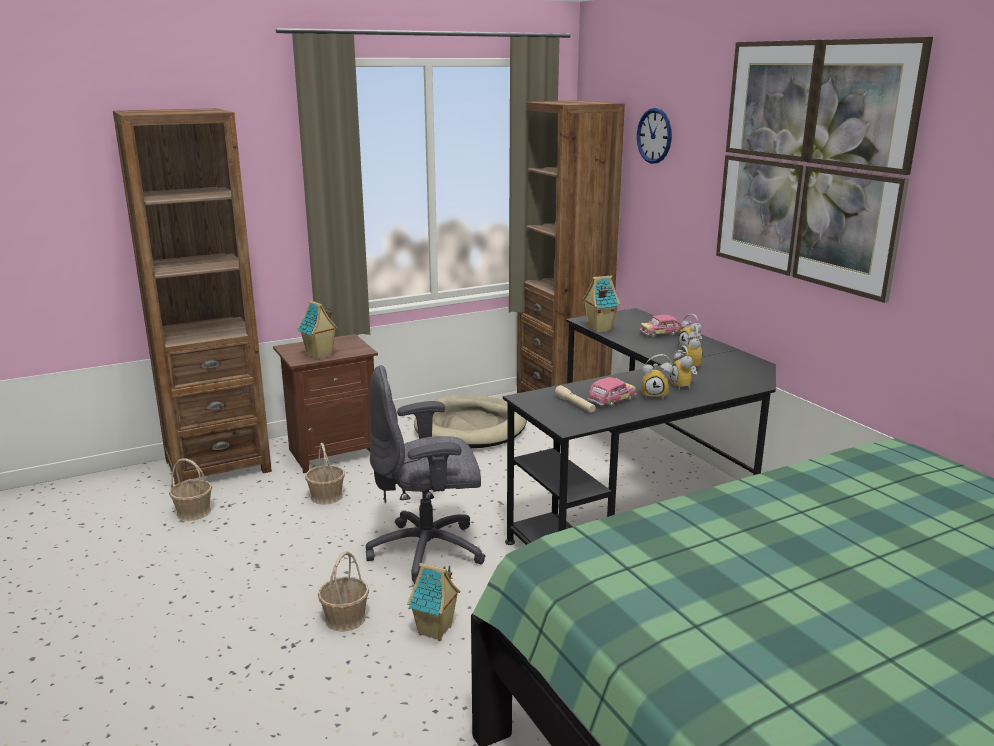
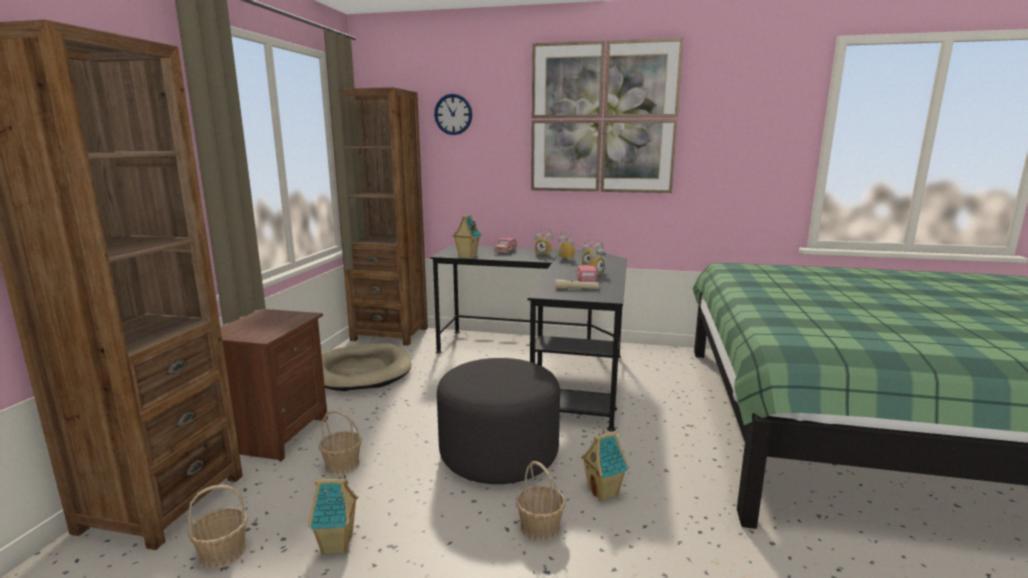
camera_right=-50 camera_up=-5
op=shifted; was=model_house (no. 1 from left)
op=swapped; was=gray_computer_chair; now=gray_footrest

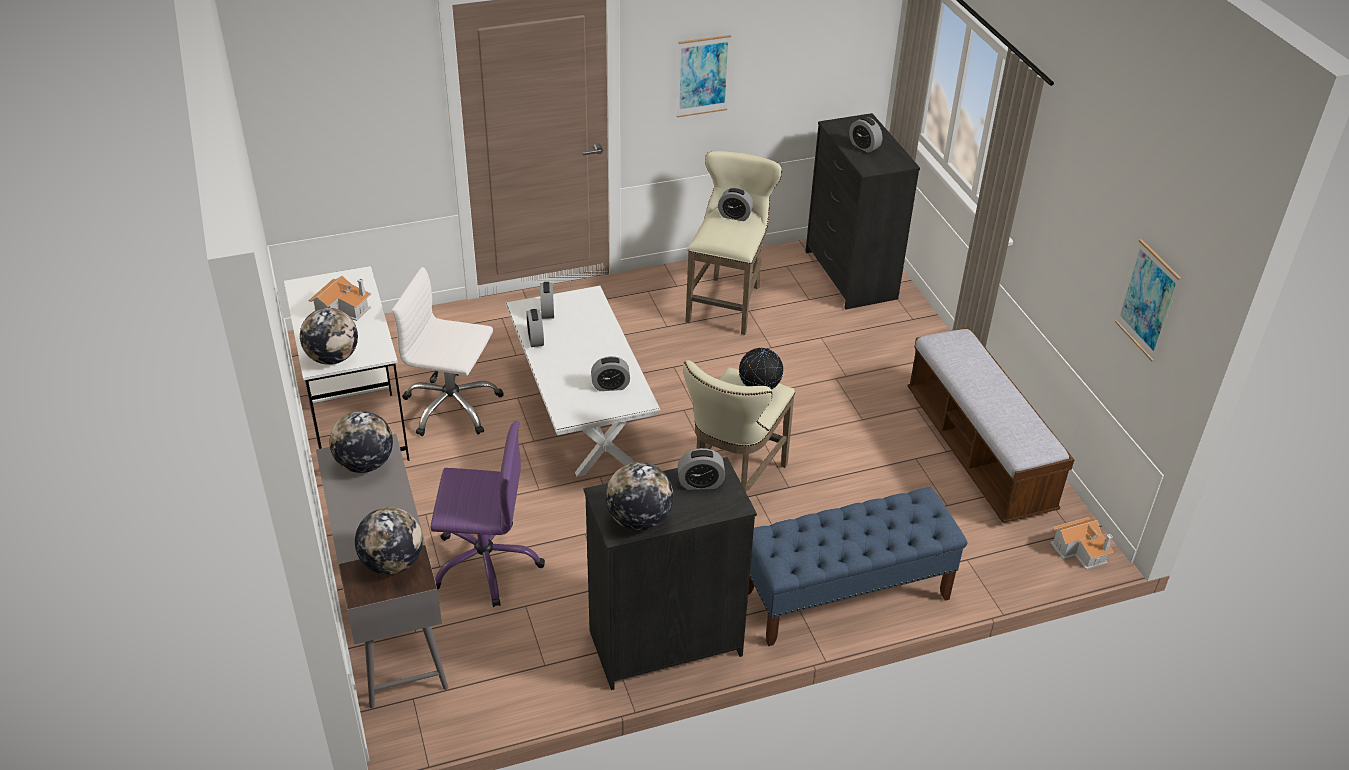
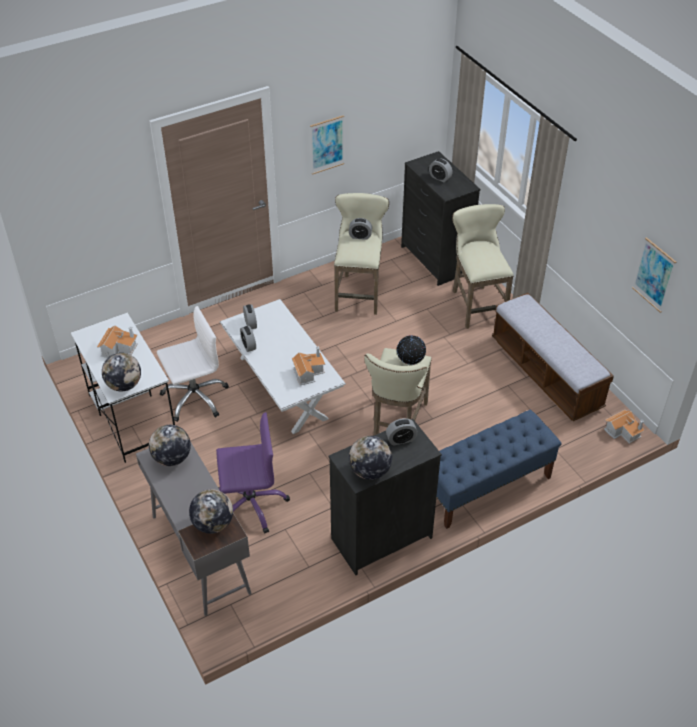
camera_right=-10 camera_up=5
op=new; now=beige_sitting_stool (no. 3 from left)
op=swapped; was=alarm_clock (no. 3 from left); now=model_house (no. 2 from left)
op=rotated; was=whitish_computer_chair; clockwise=150

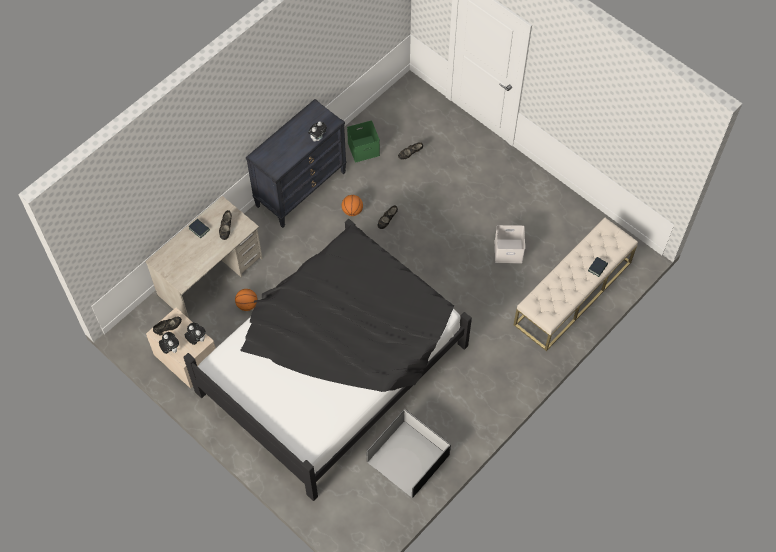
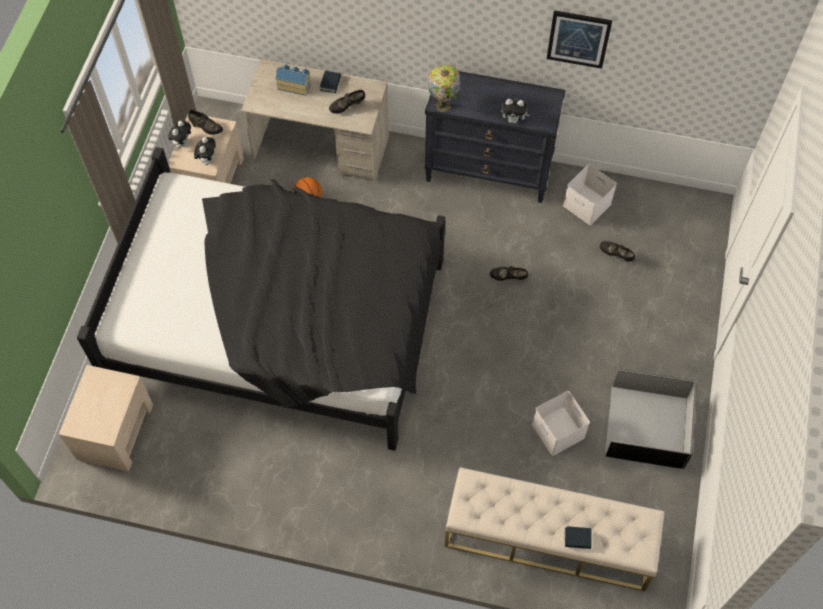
camera_right=60 camera_up=0
op=gone; was=ball_for_basketball (no. 2 from left)
op=new; now=beige_nightstand (no. 1 from left)
op=new; now=model_house
op=new; now=lamp_for_a_table
op=new; now=wall_art
op=shifted; was=blackish_storage_box
op=repainted; was=green_storage_box; now=whitish_storage_box (no. 2 from left)

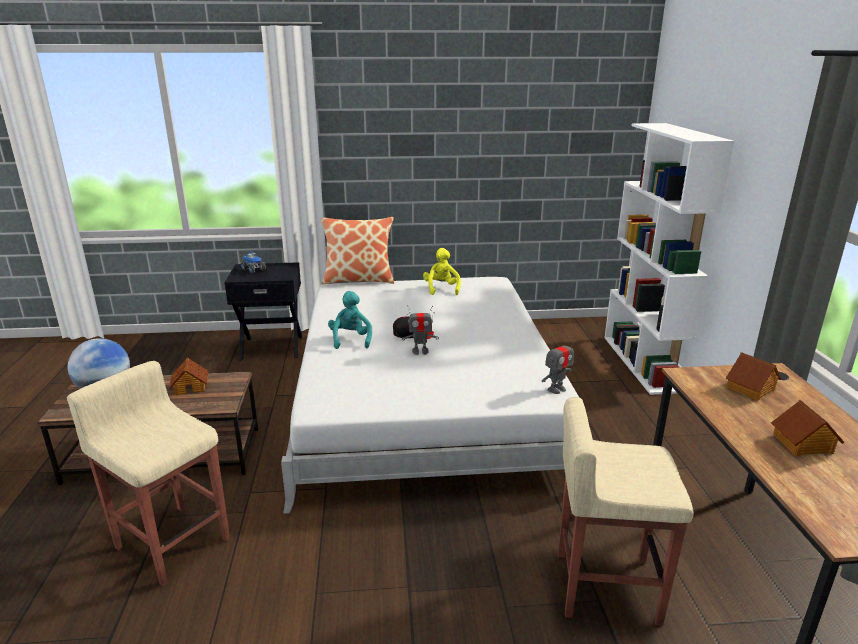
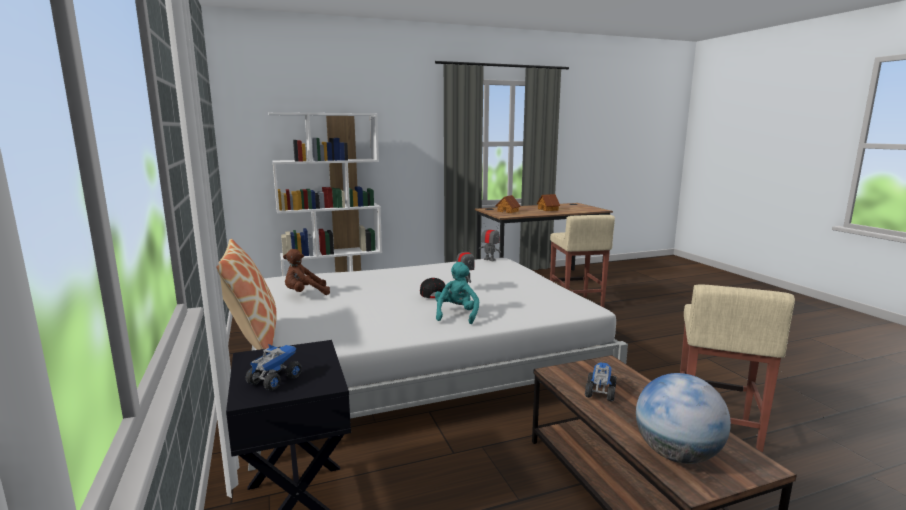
camera_right=-105 camera_up=-10
op=swapped; was=model_house (no. 1 from left); now=toy_lorry (no. 2 from left)
op=repainted; was=yellowish_cuddly_toy; now=brown-coloured_cuddly_toy
op=rotated; was=blue-green_cuddly_toy; clockwise=120

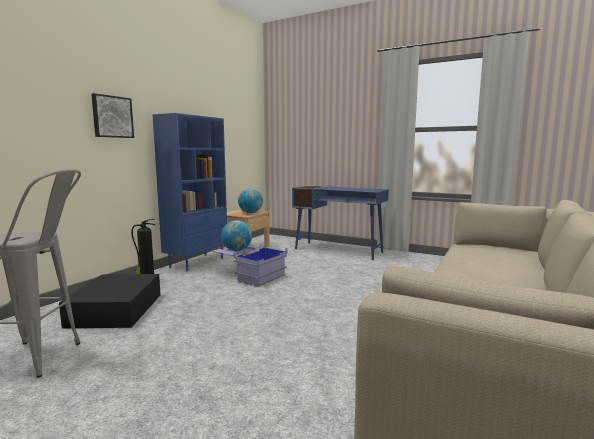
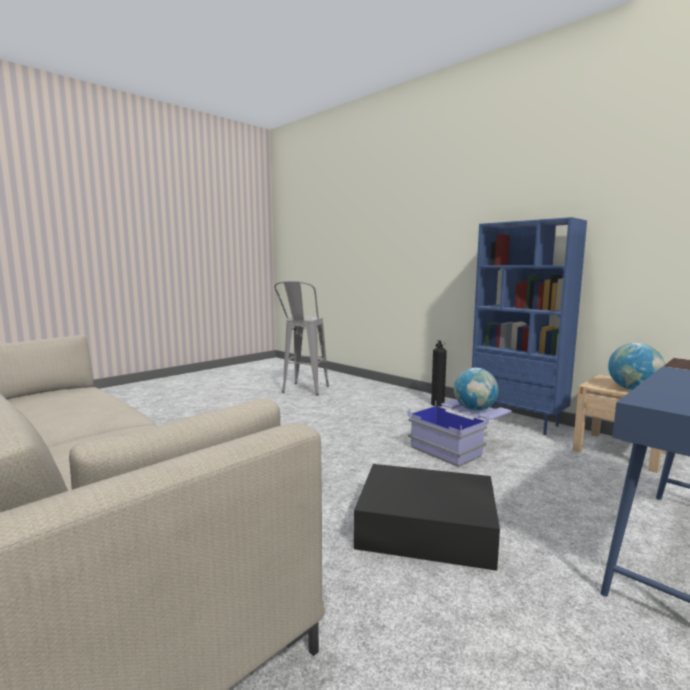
camera_right=105 camera_up=0
op=gone; was=wall_art
op=shifted; was=blackish_storage_box

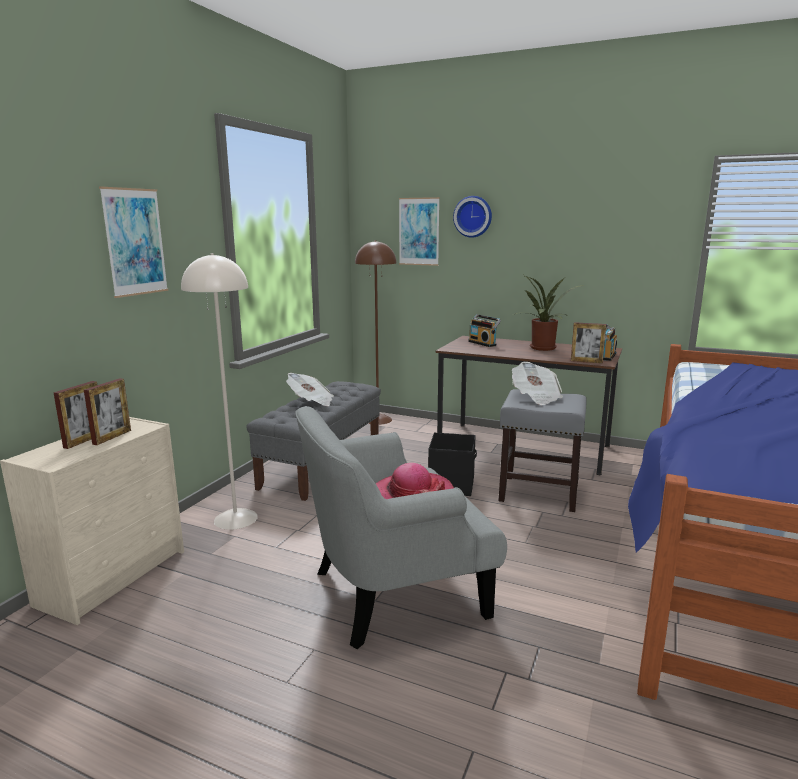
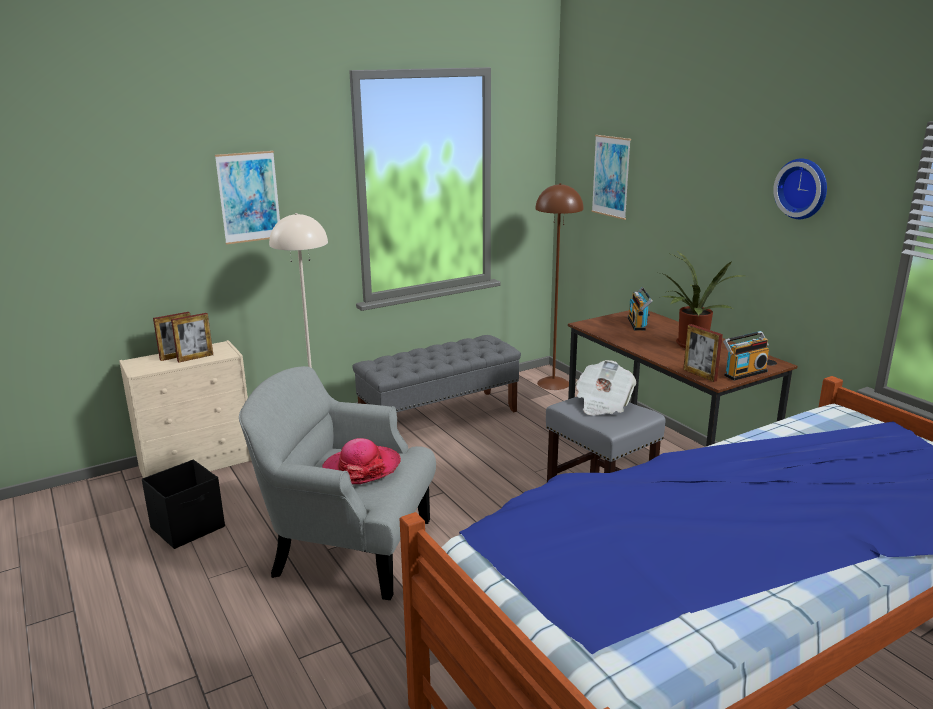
camera_right=35 camera_up=5
op=gone; was=daily_paper (no. 1 from left)
op=shifted; was=blackish_storage_box
op=shifted; was=hanging_clock

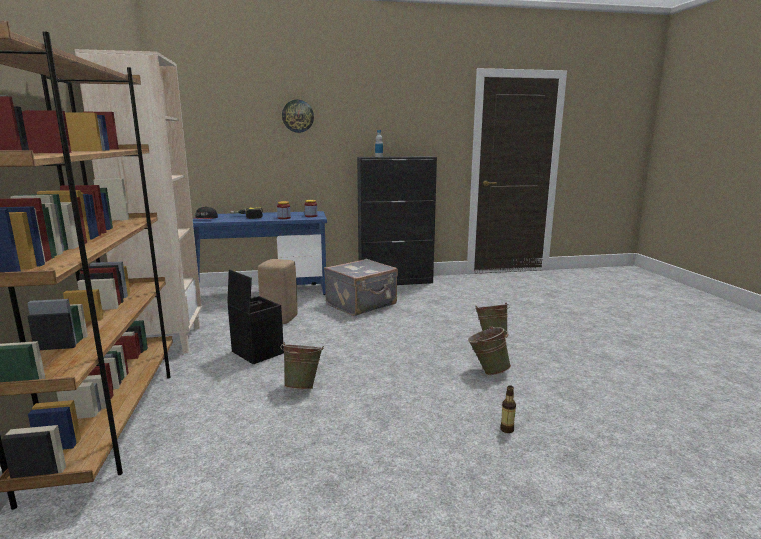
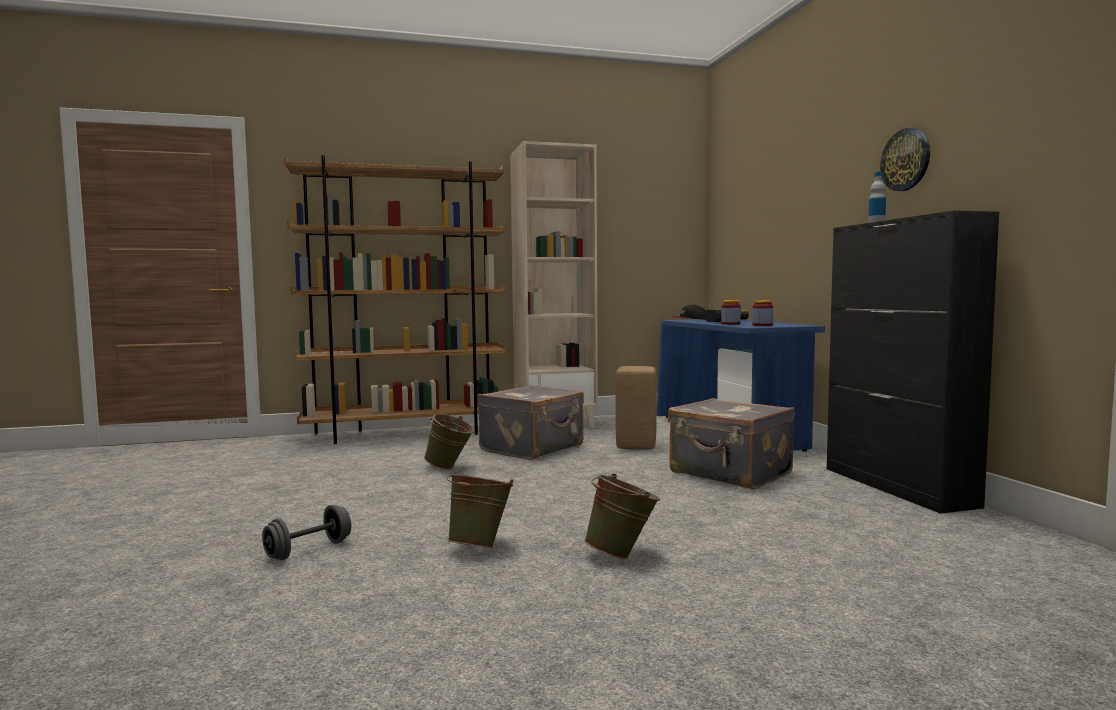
camera_right=85 camera_up=-10
op=shifted; was=hanging_clock
op=swapped; was=blackish_storage_box; now=gray_piece_of_luggage (no. 1 from left)
op=swapped; was=bottle (no. 2 from left); now=gray_hand_weight

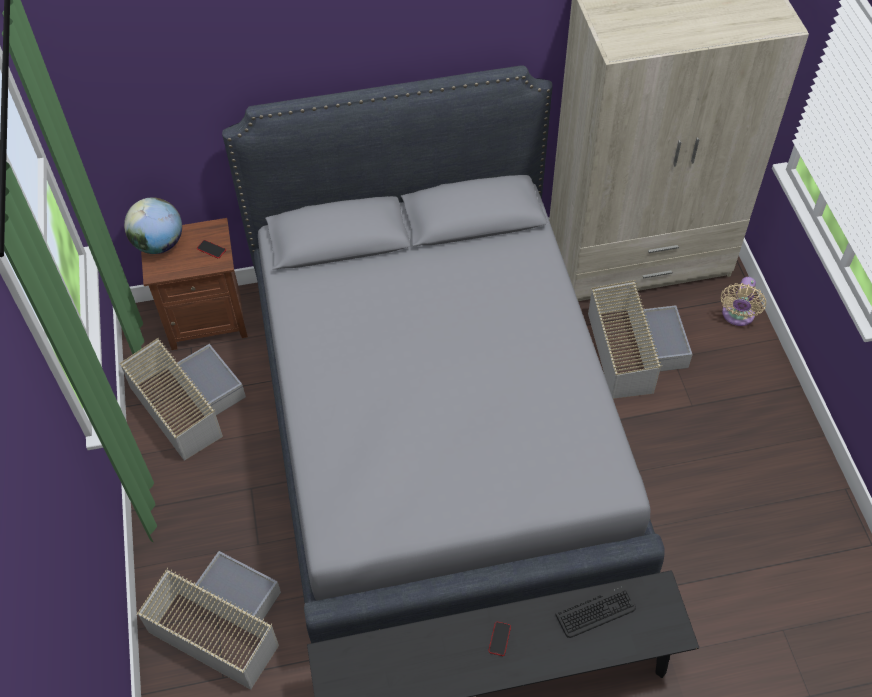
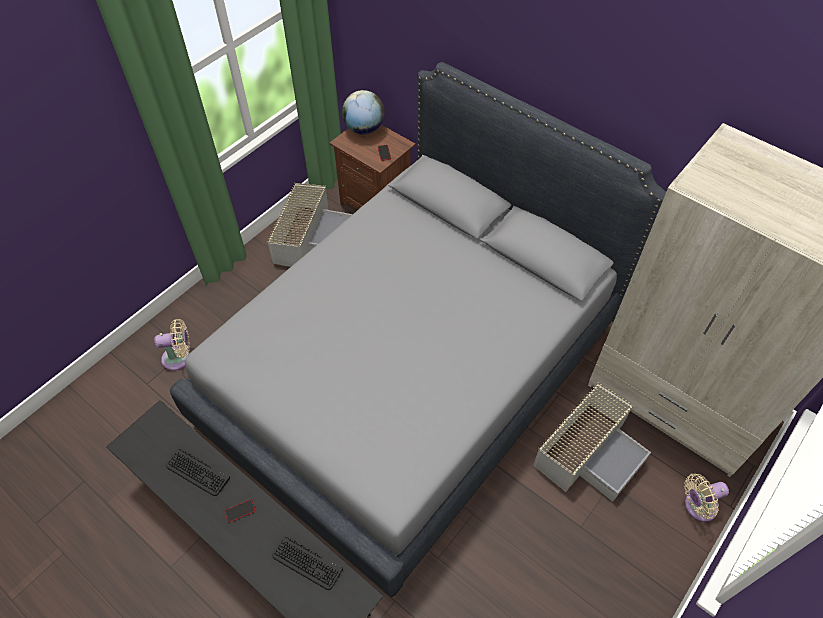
camera_right=50 camera_up=0
op=new; now=PC_keyboard (no. 1 from left)
op=swapped; was=gray_storage_box (no. 2 from left); now=beige_cooling_fan (no. 1 from left)

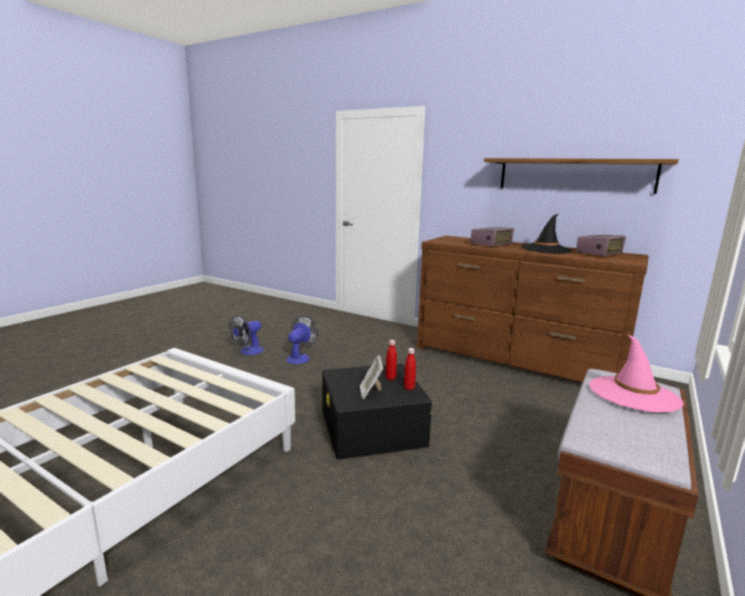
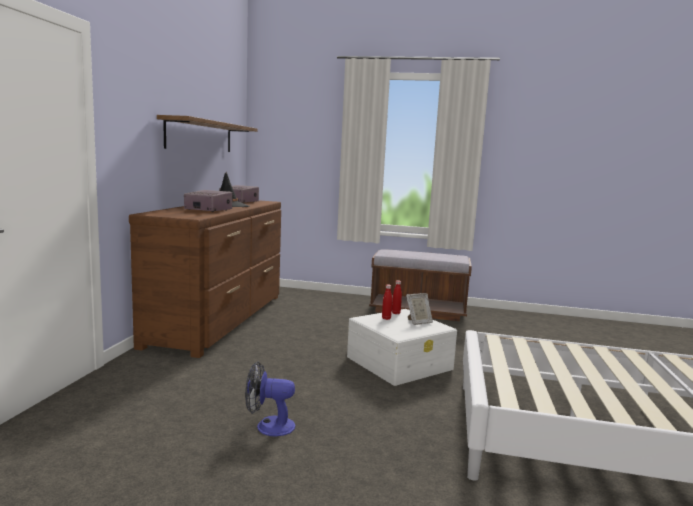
camera_right=-110 camera_up=-5
op=gone; was=cooling_fan (no. 1 from left)
op=gone; was=pinkish_clothing_hat
op=repainted; was=blackish_storage_box; now=whitish_storage_box

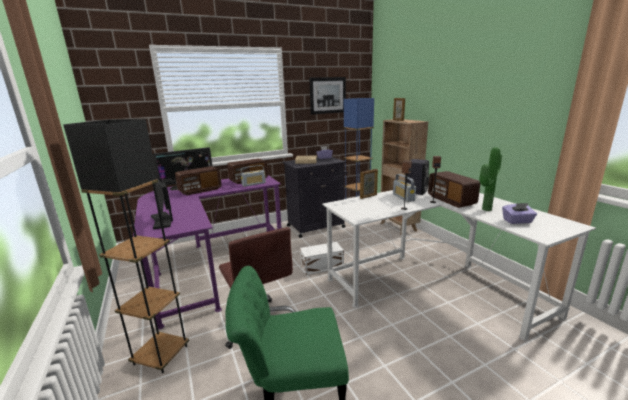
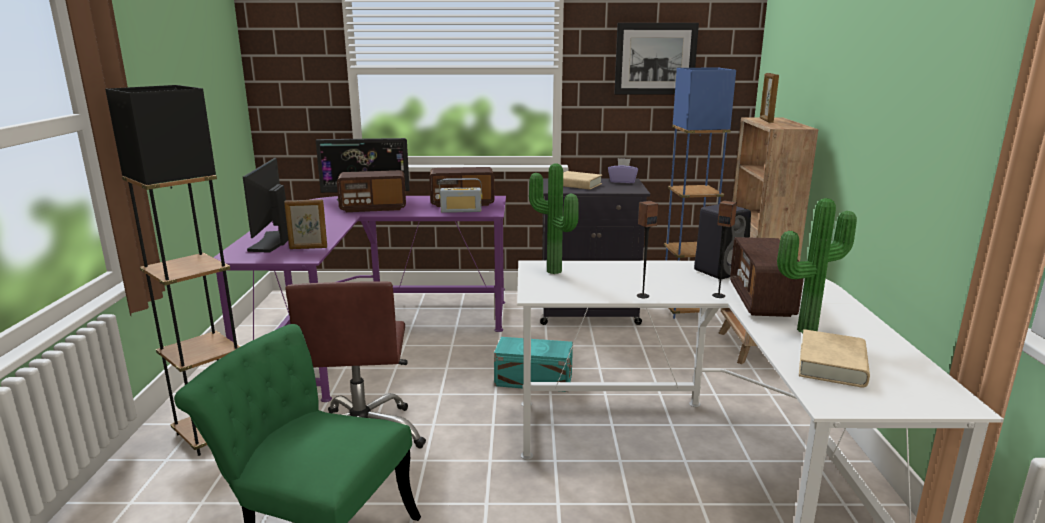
camera_right=25 camera_up=0
op=gone; was=radio_set (no. 4 from left)
op=new; now=houseplant (no. 1 from left)
op=shifted; was=standing_frame (no. 1 from left)
op=swapped; was=purplish_box_of_tissues (no. 2 from left); now=beige_bound_book (no. 2 from left)
op=repainted; was=whitish_storage_box; now=blue-green_storage_box

